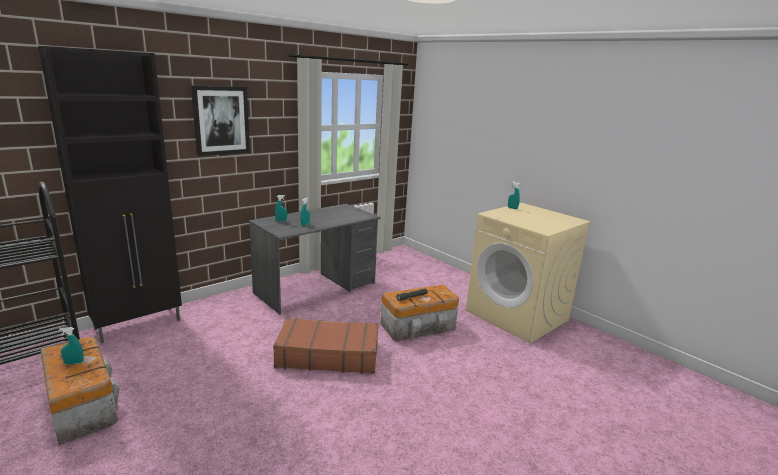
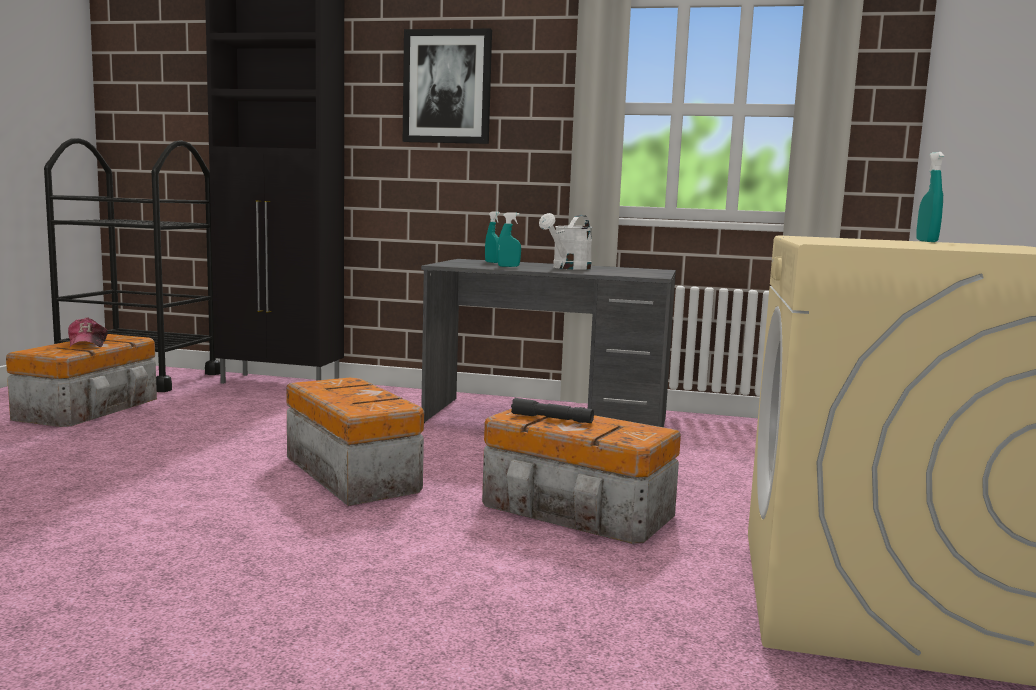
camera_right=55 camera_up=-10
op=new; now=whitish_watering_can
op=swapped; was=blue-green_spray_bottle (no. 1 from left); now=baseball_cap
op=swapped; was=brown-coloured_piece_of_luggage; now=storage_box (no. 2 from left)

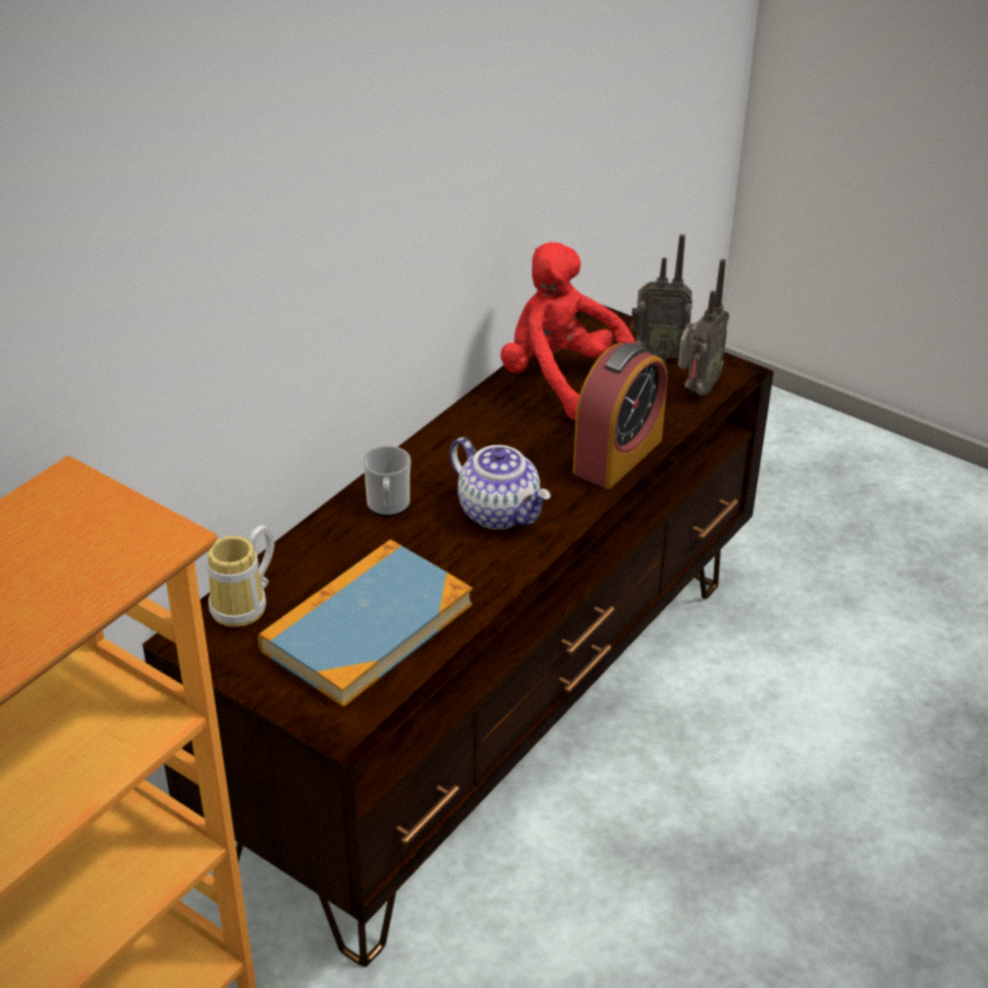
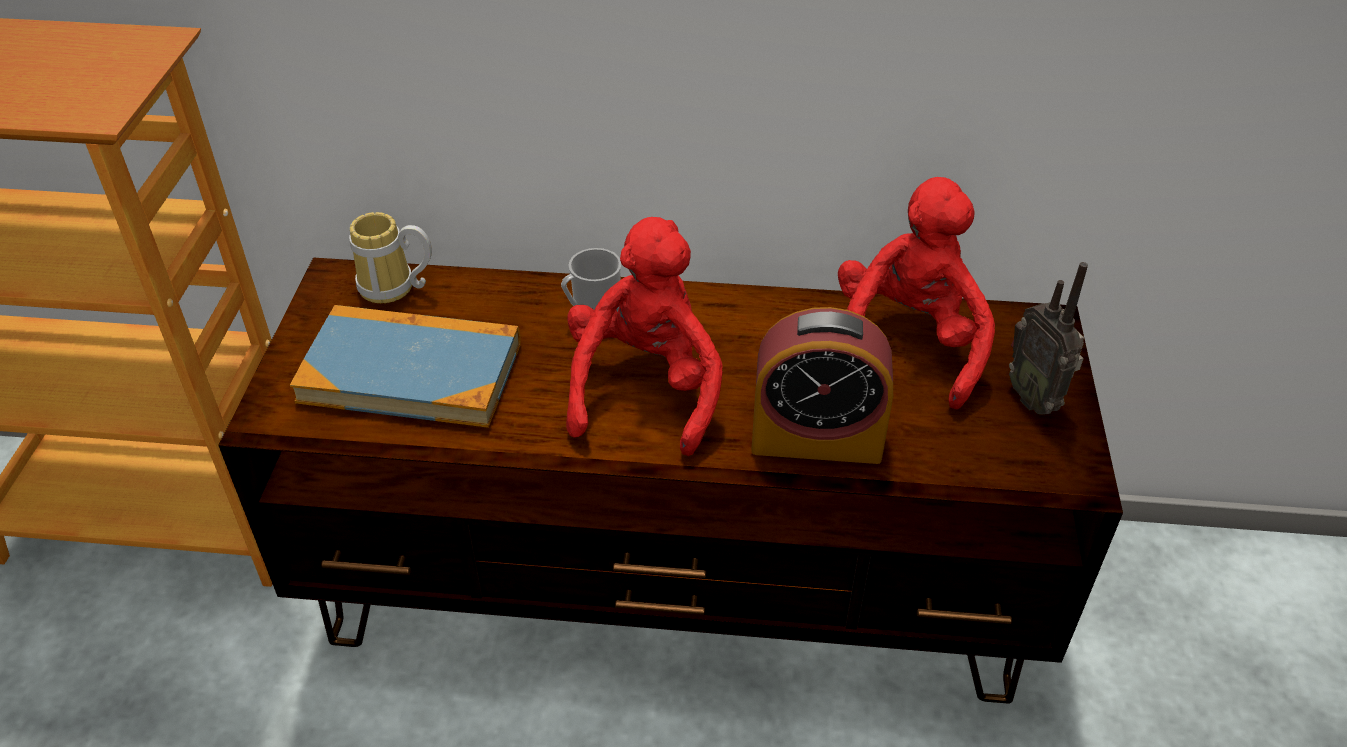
camera_right=60 camera_up=5
op=gone; was=radio_set (no. 2 from left)
op=swapped; was=teapot; now=red_cuddly_toy (no. 1 from left)

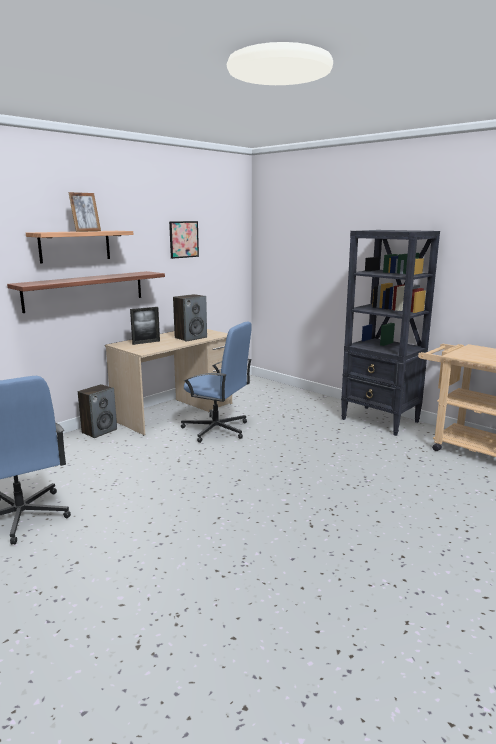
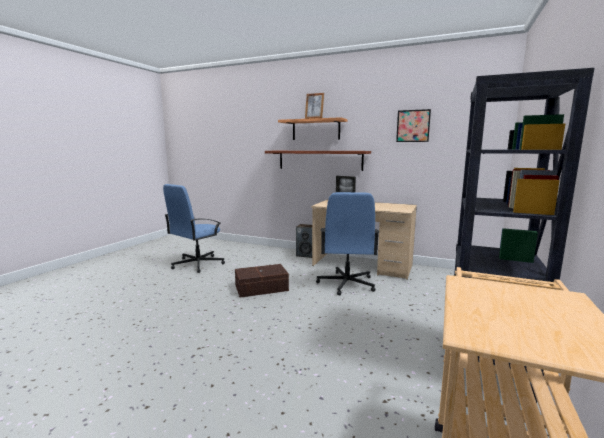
camera_right=70 camera_up=-5
op=gone; was=speaker (no. 2 from left)
op=new; now=brown-coloured_storage_box

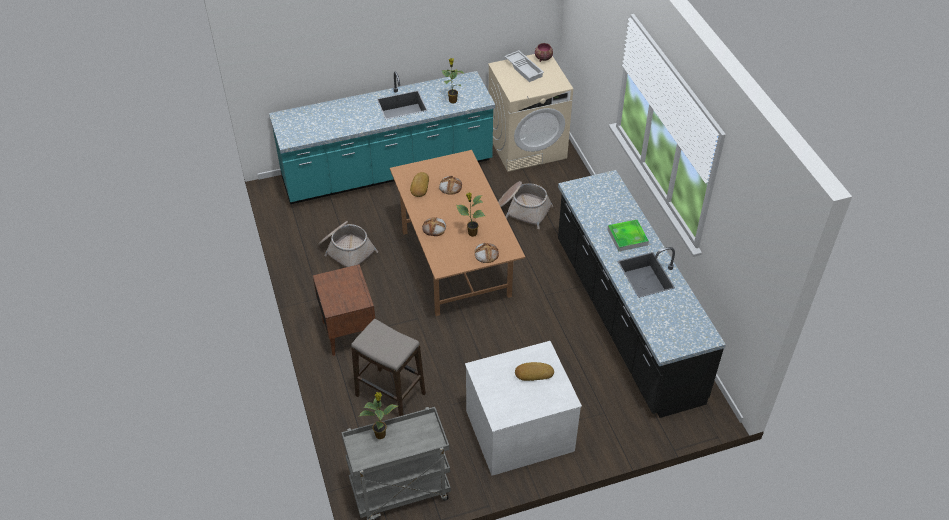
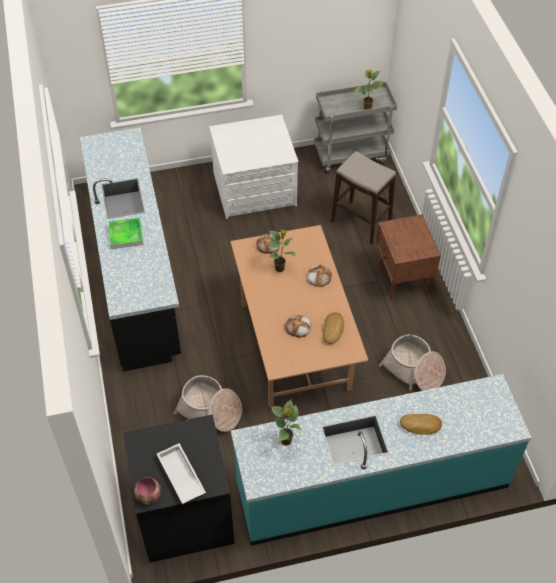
camera_right=-175 camera_up=5
op=shifted; was=bakery_bread (no. 5 from left)
op=repainted; was=beige_laundry_machine; now=blackish_laundry_machine

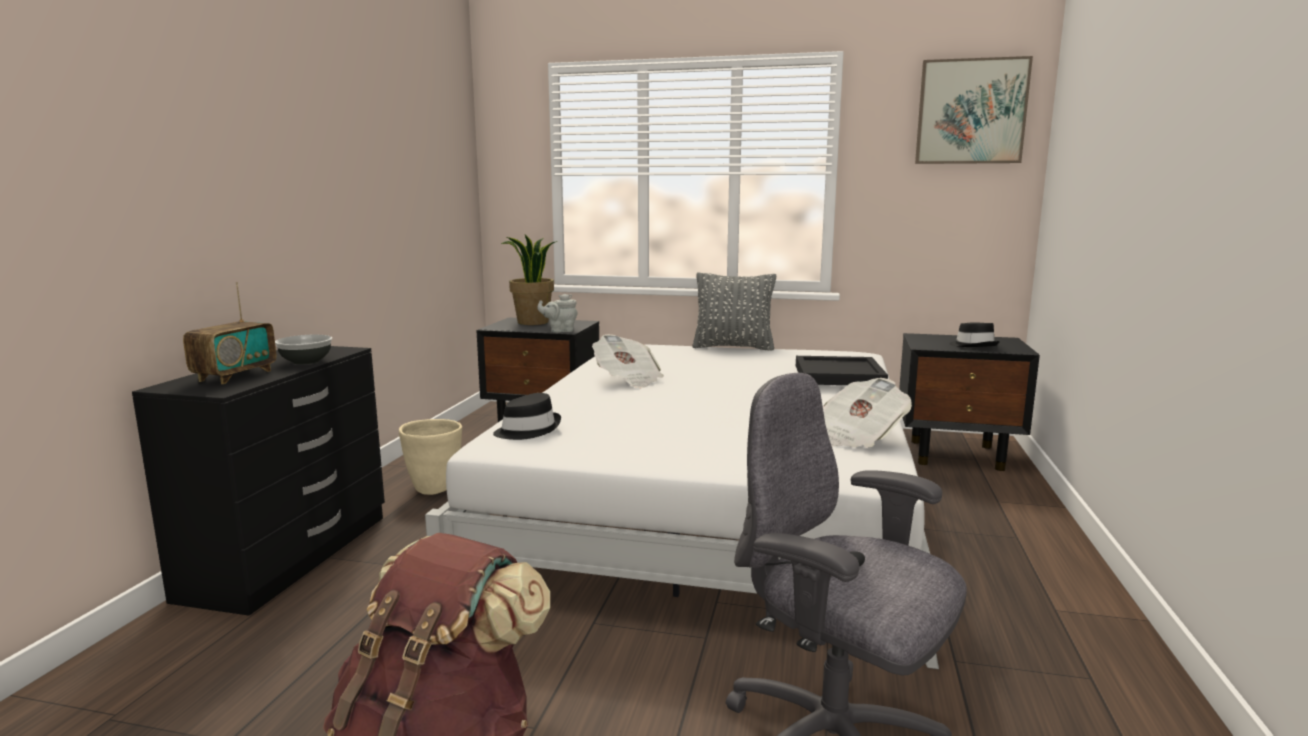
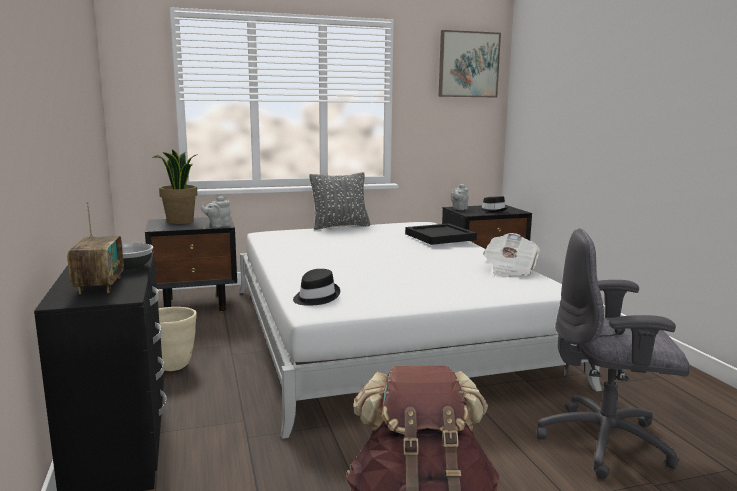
camera_right=-30 camera_up=0
op=gone; was=daily_paper (no. 1 from left)
op=new; now=gray_teapot (no. 2 from left)

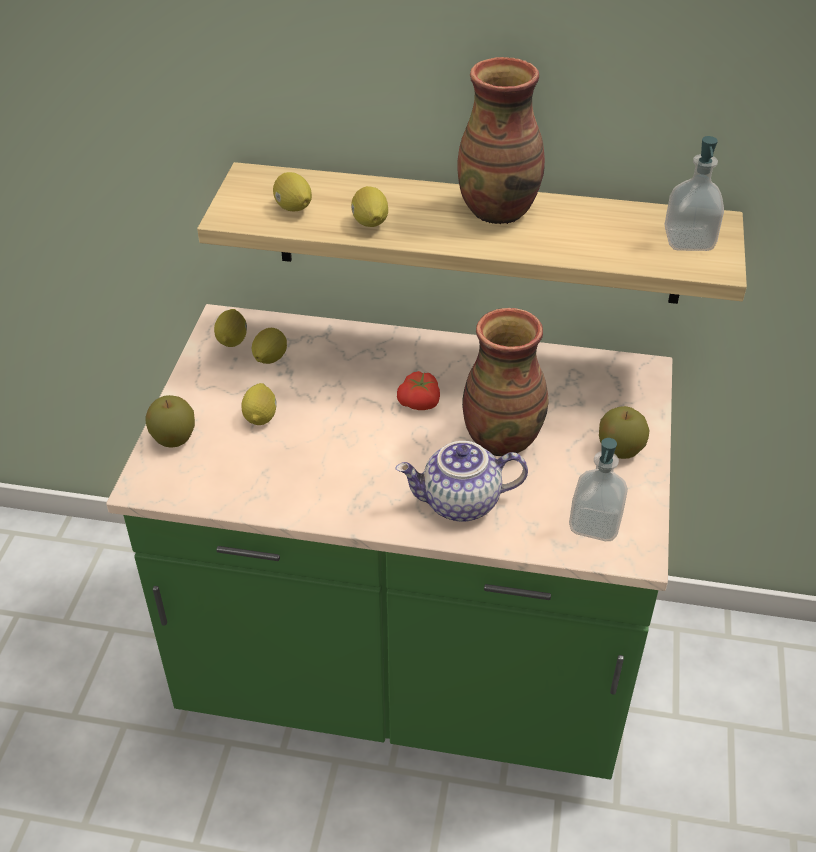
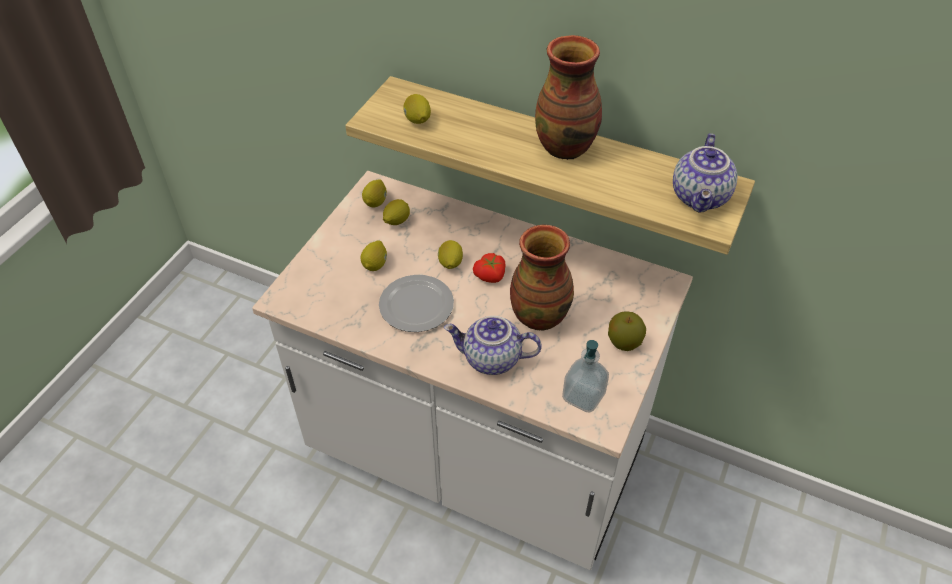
camera_right=15 camera_up=5
op=gone; was=whole_apple (no. 1 from left)
op=new; now=flat_dish
op=shifted; was=whole_lemon (no. 5 from left)
op=swapped; was=soap_dispenser (no. 2 from left); now=teapot (no. 2 from left)
op=repainted; was=green_kitchen_base_unit; now=whitish_kitchen_base_unit

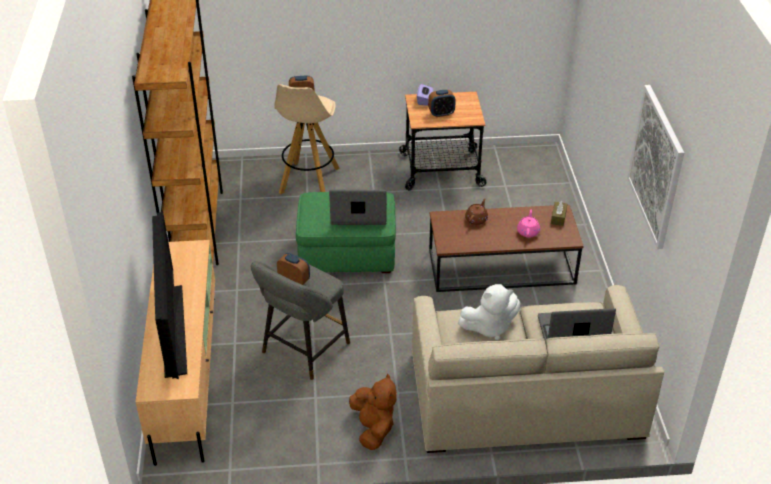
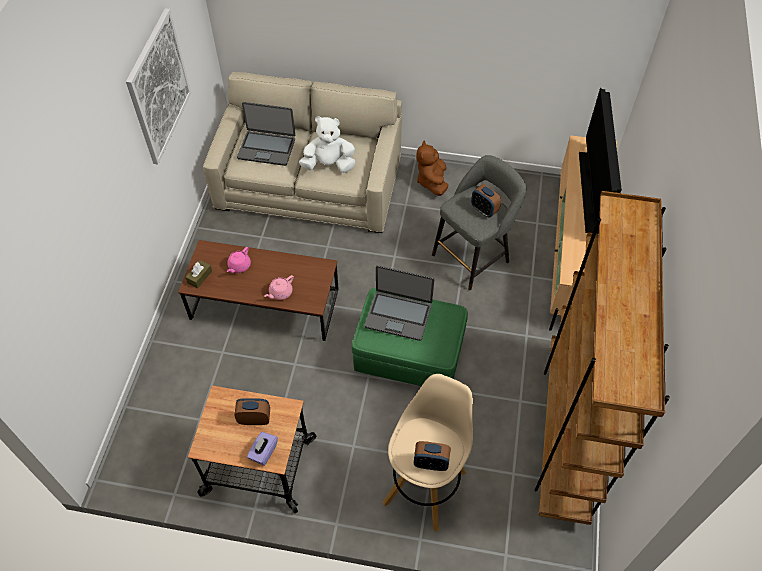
camera_right=-165 camera_up=15
op=repainted; was=brown-coloured_teapot; now=pinkish_teapot (no. 2 from left)

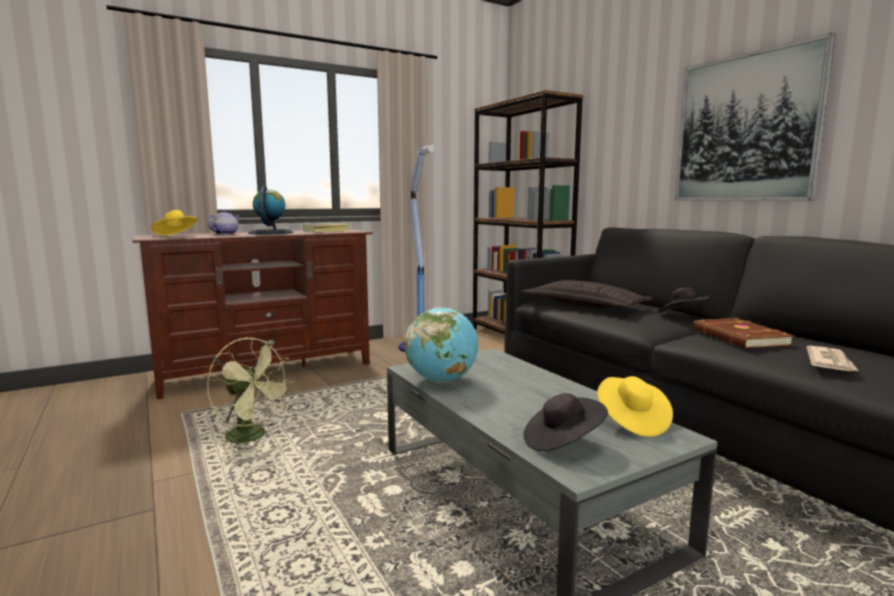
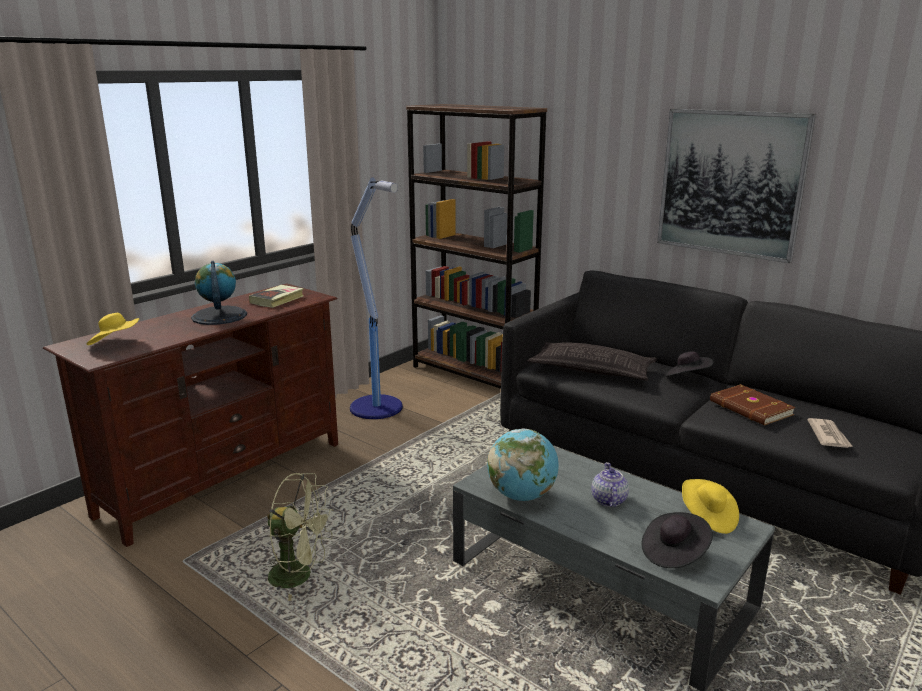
camera_right=-20 camera_up=10
op=shifted; was=teapot

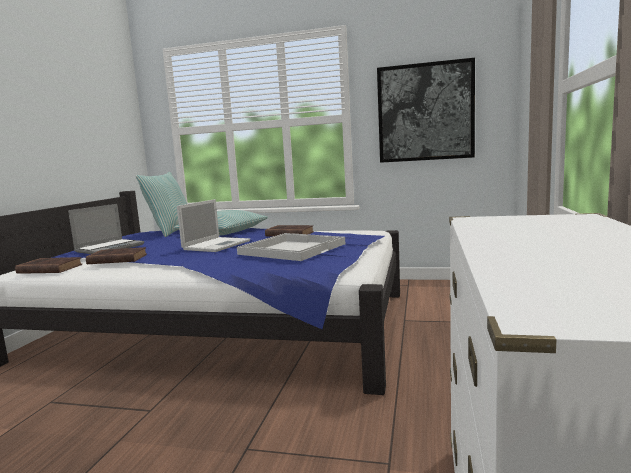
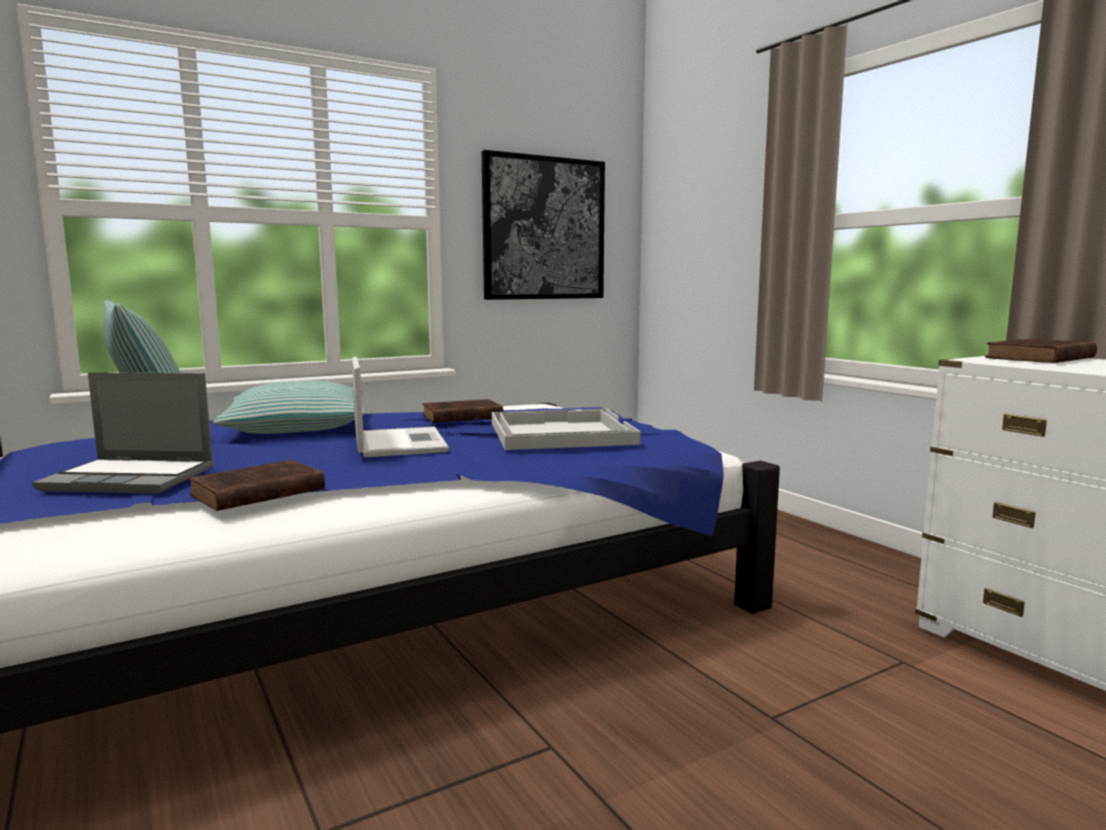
camera_right=-45 camera_up=0
op=shifted; was=brown-coloured_bound_book (no. 1 from left in the first image); now=brown-coloured_bound_book (no. 3 from left)
op=rotated; was=laptop (no. 1 from left); clockwise=105

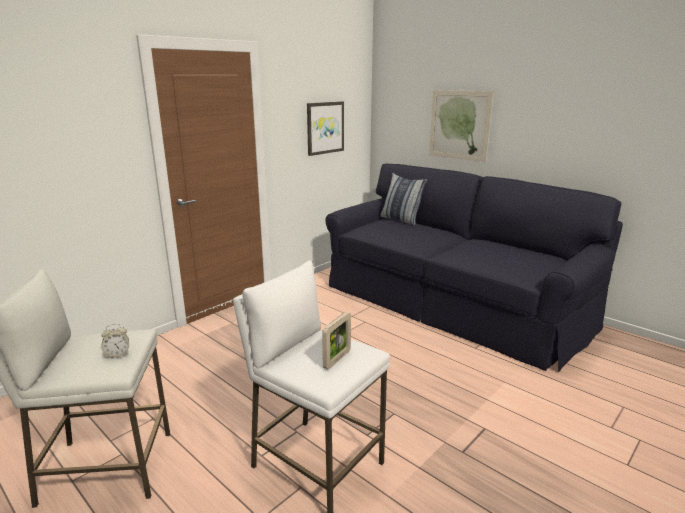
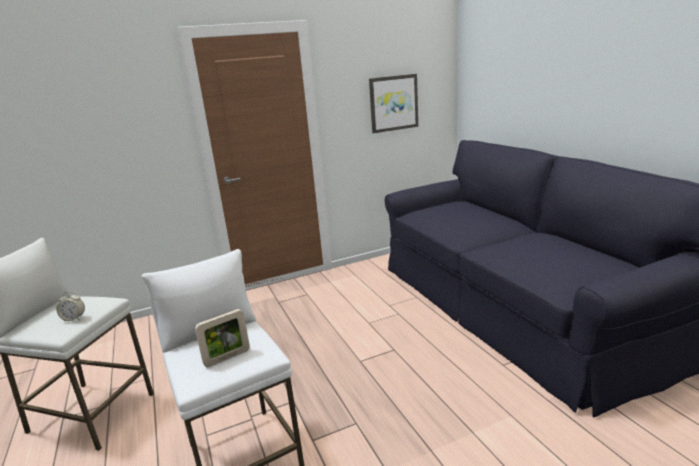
camera_right=25 camera_up=0
op=gone; was=throw_pillow
op=gone; was=wall_art (no. 2 from left)

